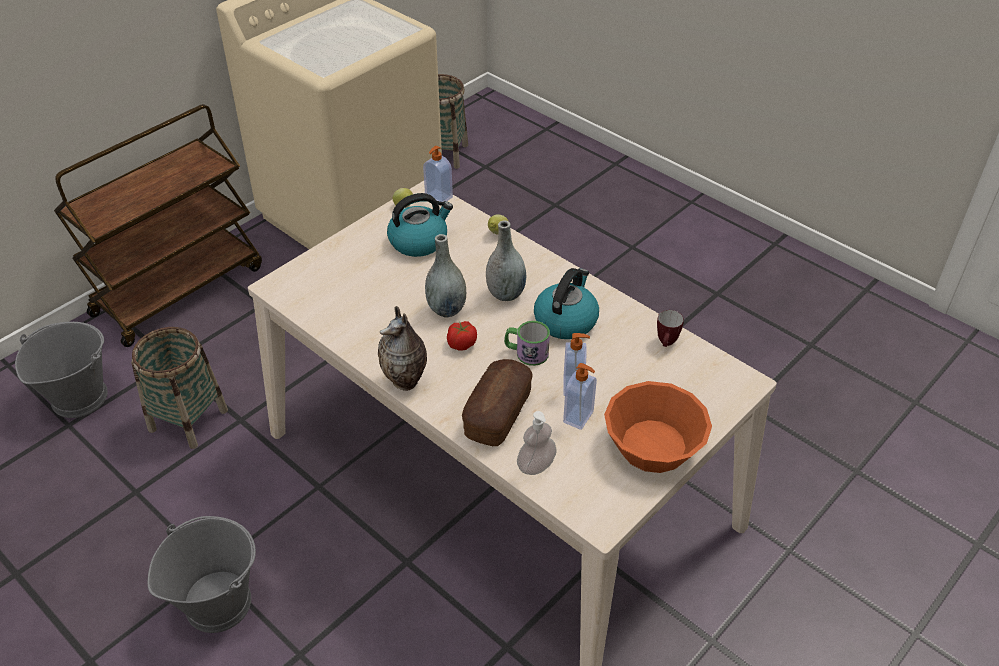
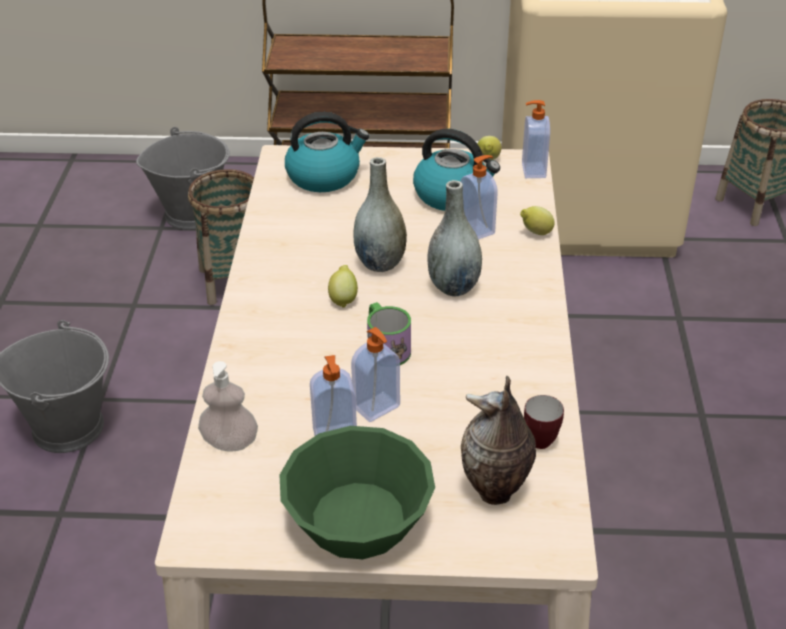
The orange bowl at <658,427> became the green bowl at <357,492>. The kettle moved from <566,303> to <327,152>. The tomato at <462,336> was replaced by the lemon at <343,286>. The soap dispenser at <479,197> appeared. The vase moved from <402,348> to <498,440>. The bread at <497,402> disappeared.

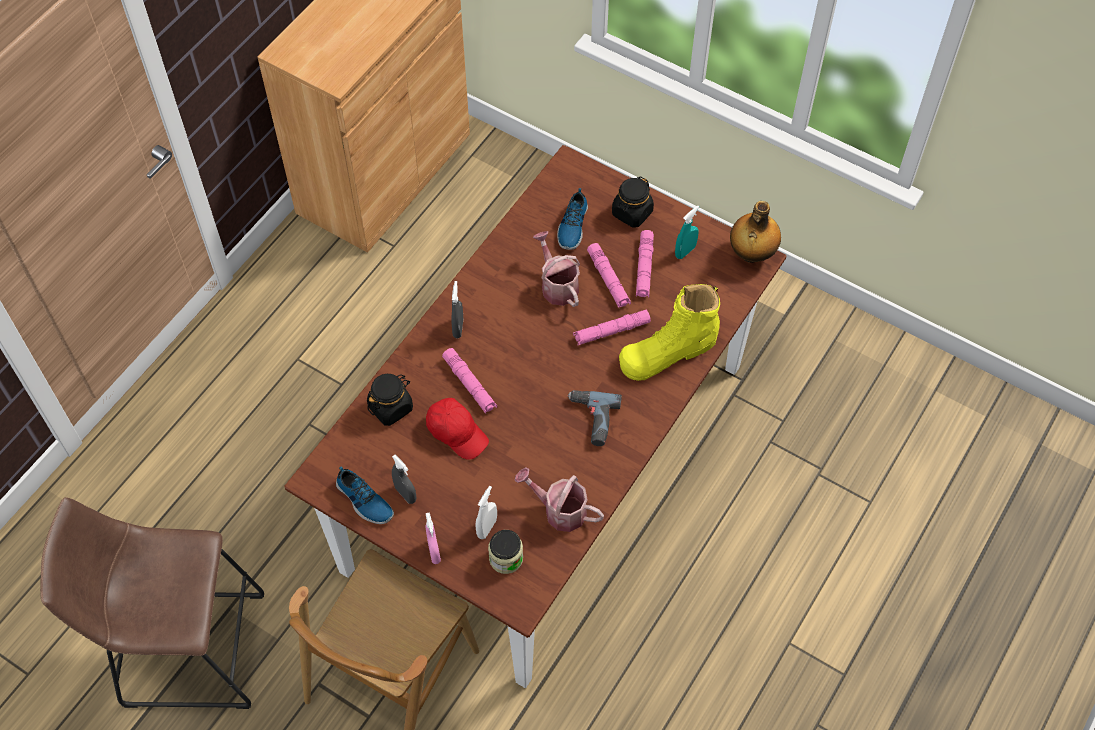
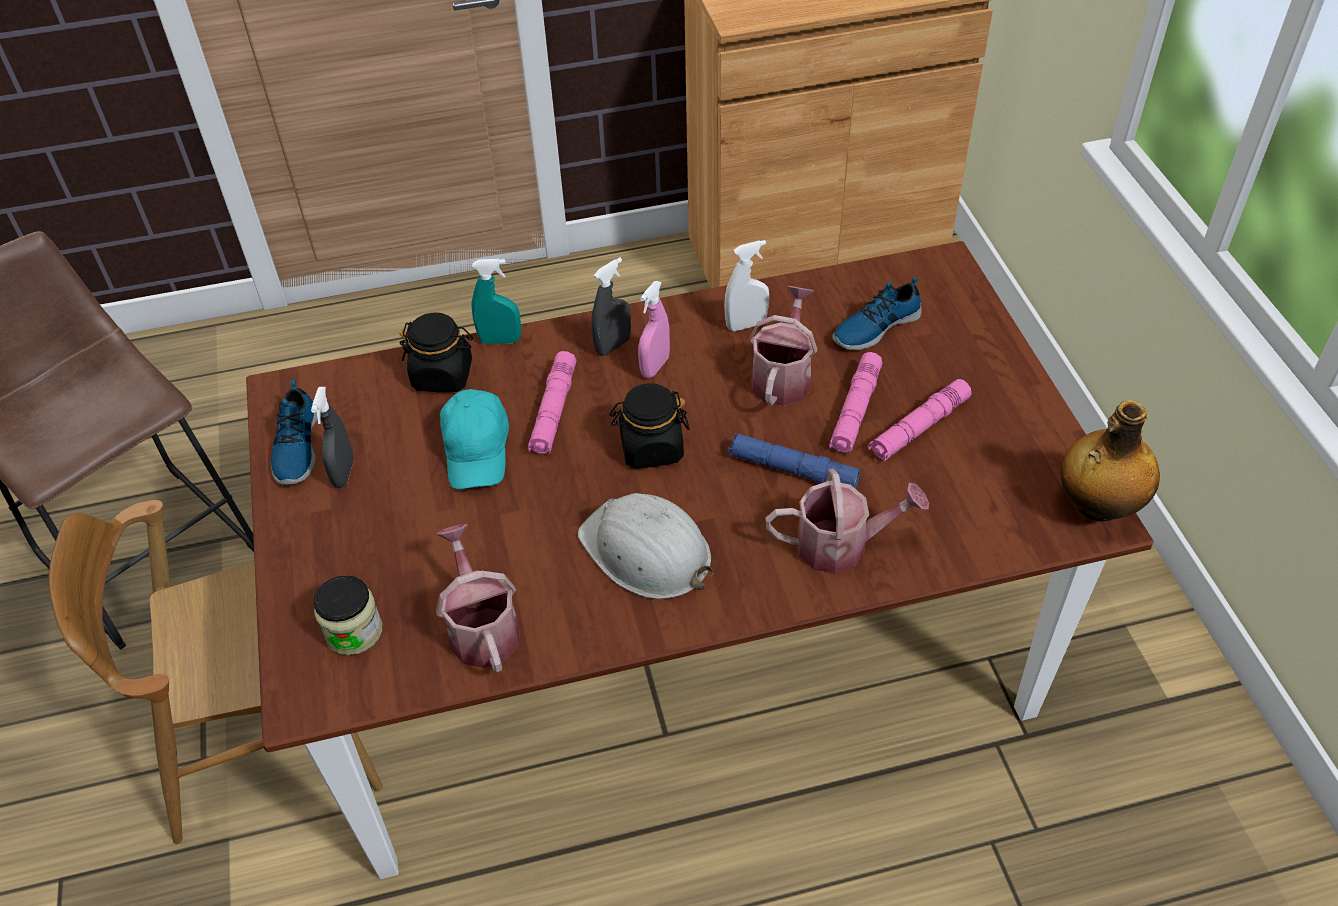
The red cap at <457,429> became the turquoise cap at <474,439>. The turquoise spray bottle moved from <687,232> to <496,301>. The power drill at <595,418> was replaced by the white hard hat at <646,546>. The black jar moved from <633,202> to <649,426>. The pink spray bottle moved from <433,538> to <654,329>. The white spray bottle moved from <486,512> to <746,285>. The pink flashlight at <612,327> became the blue flashlight at <794,461>. The yellow boot at <669,332> was replaced by the watering can at <847,521>.

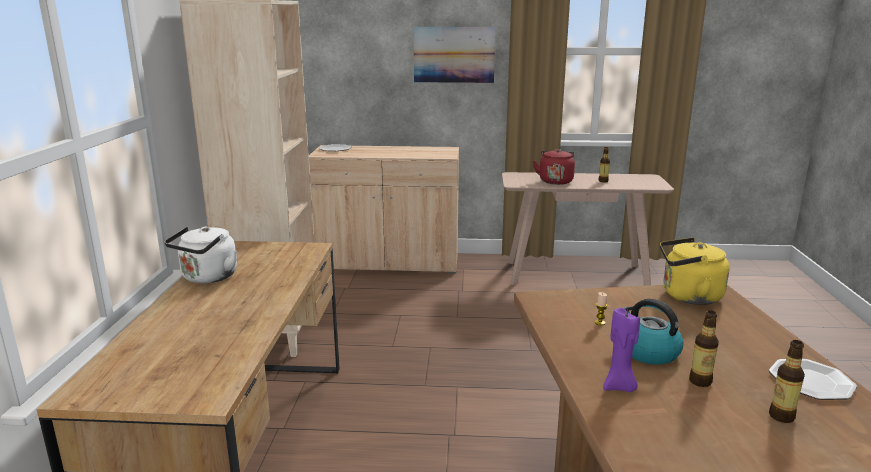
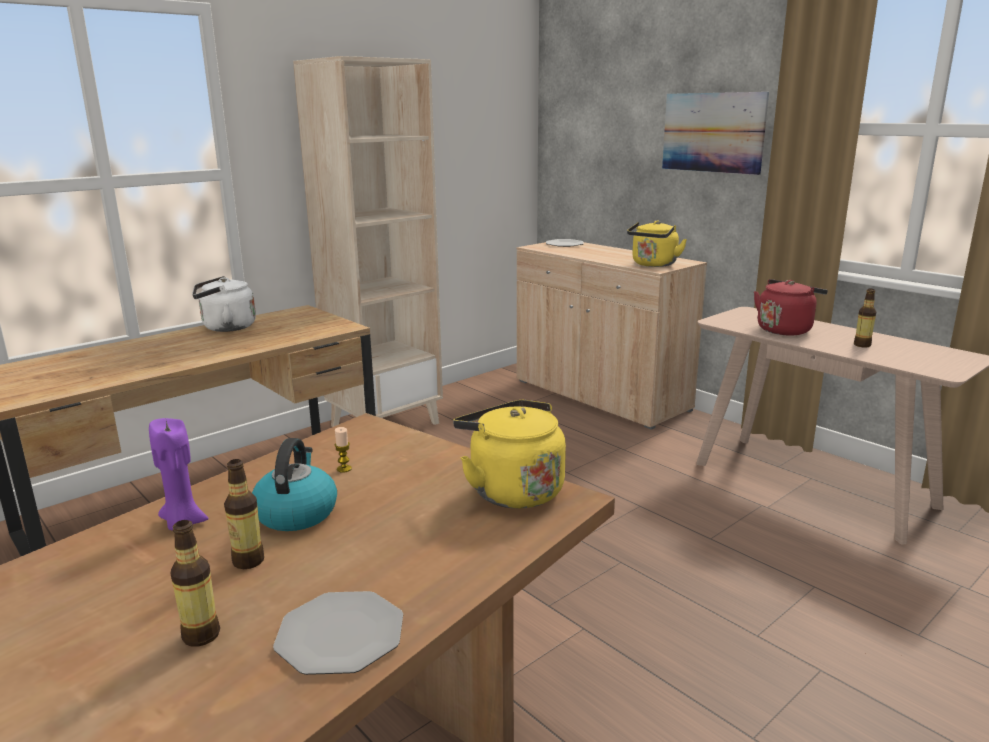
The yellow kettle at <657,243> appeared.

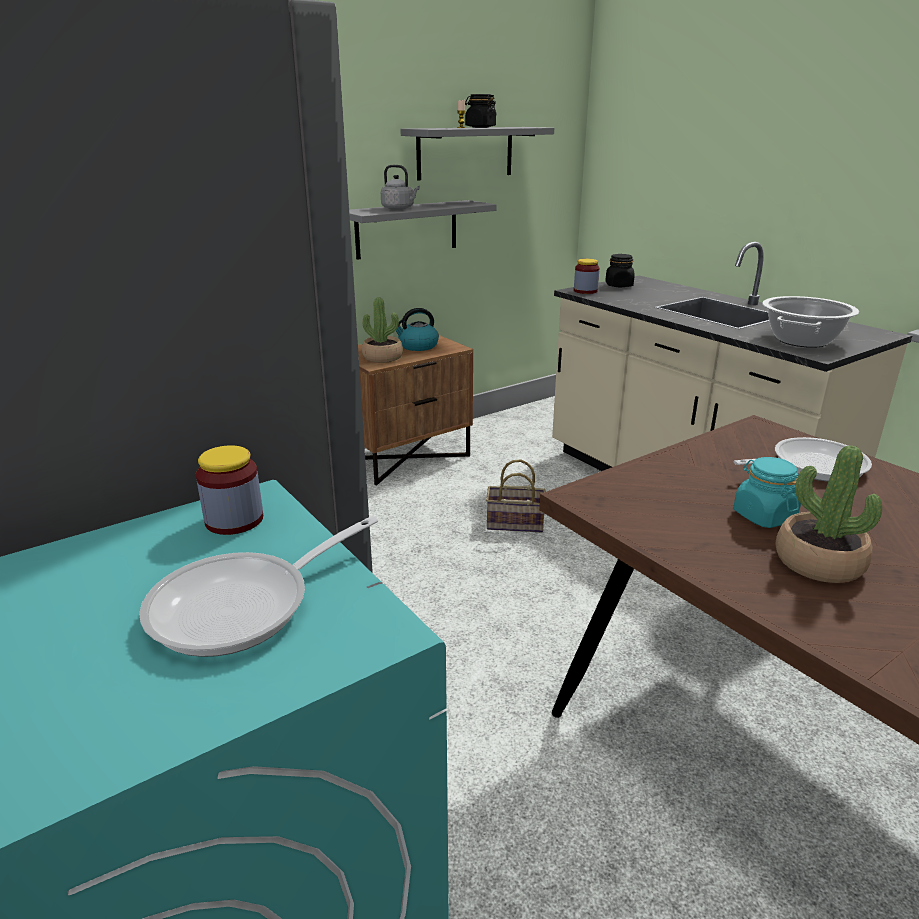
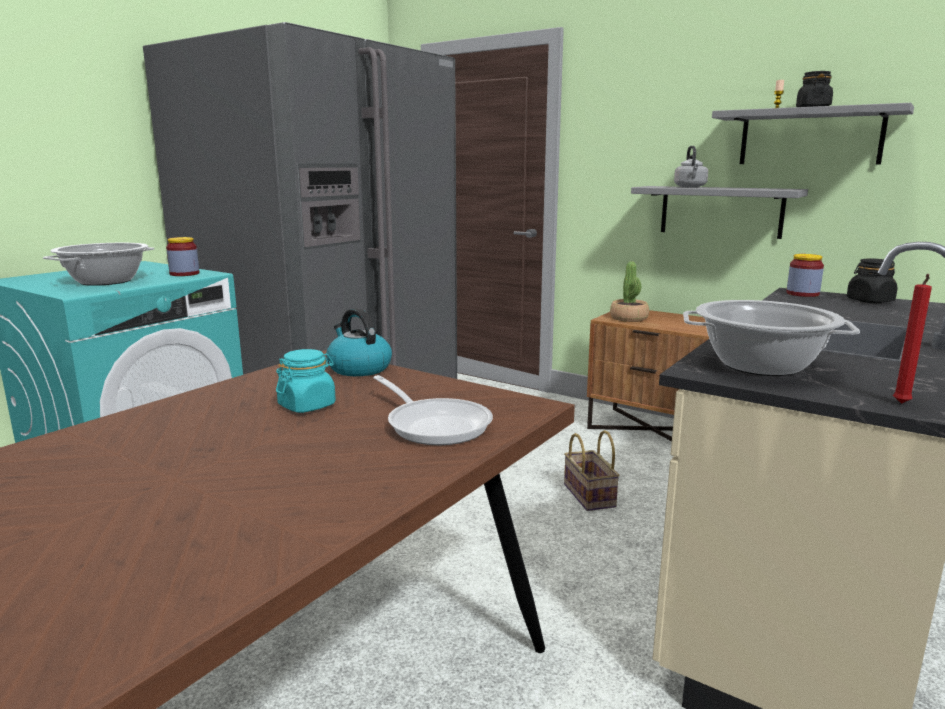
The frying pan at <258,586> was replaced by the cooking pot at <98,264>. The kettle moved from <417,329> to <359,342>. The red candle at <912,339> appeared. The potted plant at <829,514> disappeared.

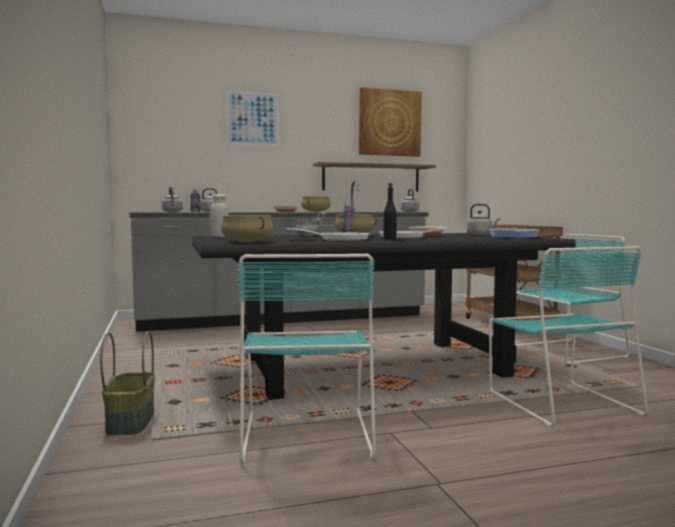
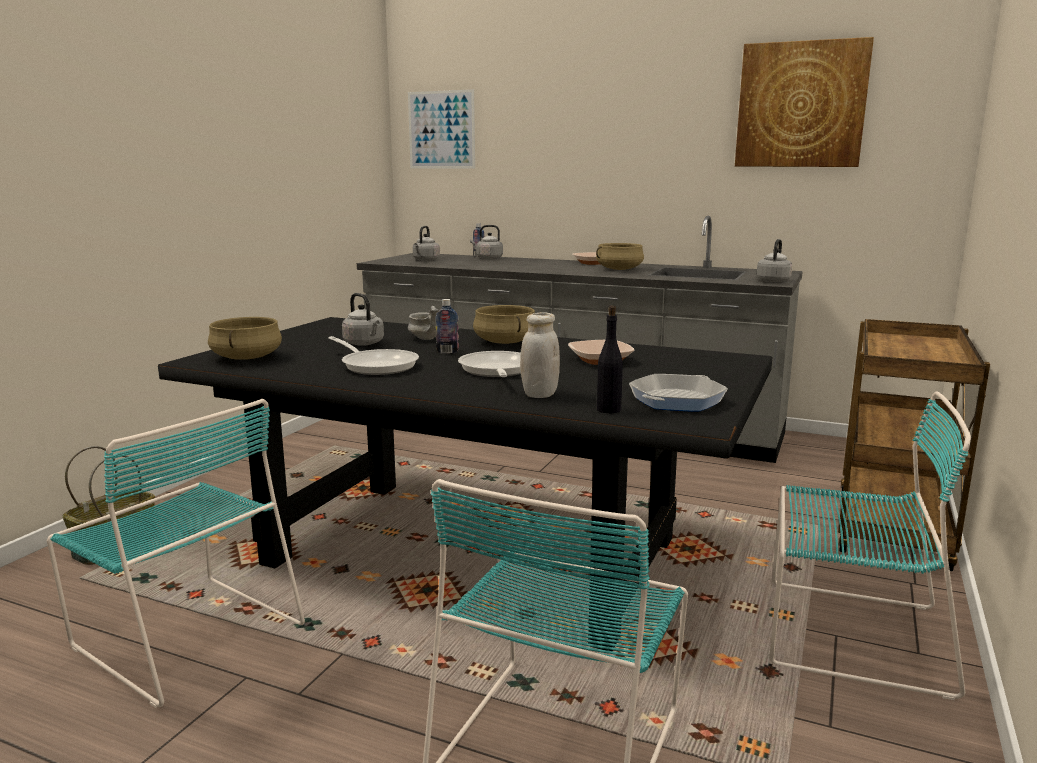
The turquoise chair at <307,359> turned 90 degrees counterclockwise. The grey kettle moved from <483,219> to <363,319>. The picture moved from <252,118> to <441,129>. The white jar moved from <219,215> to <540,355>. The black bottle moved from <390,211> to <610,359>. The shelf at <374,176> disappeared.

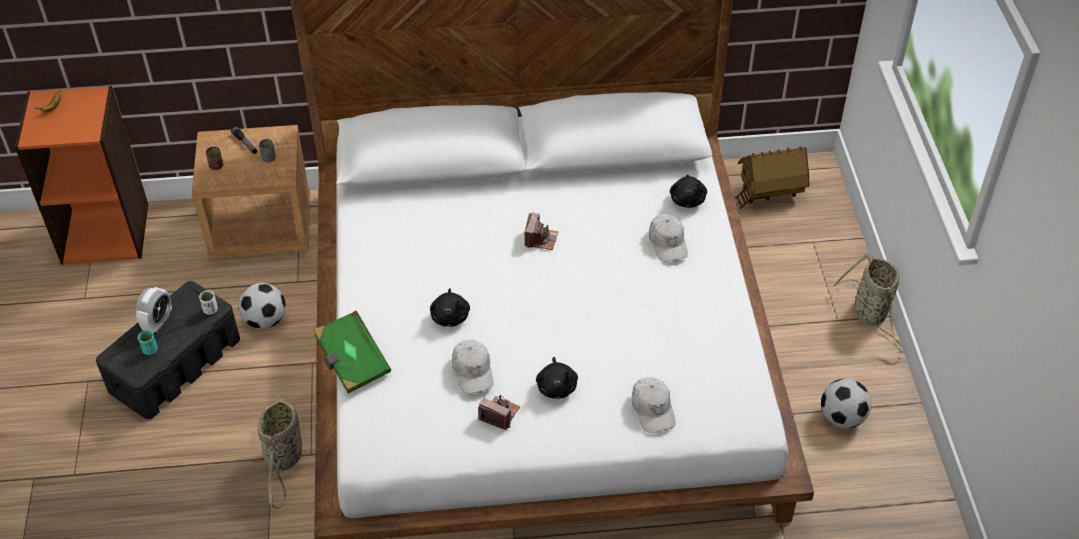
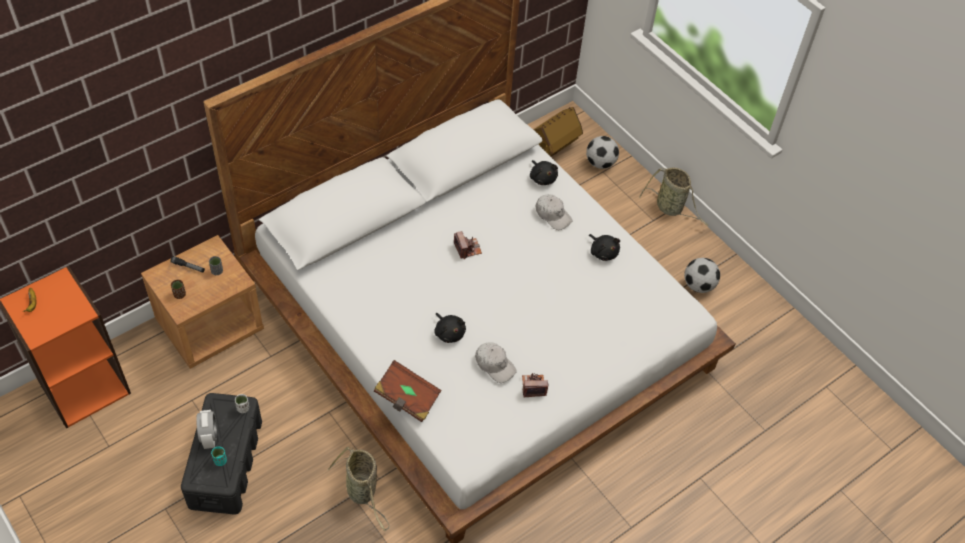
The green book at <352,352> became the brown book at <408,391>. The football moved from <262,306> to <602,152>. The black plush toy moved from <557,378> to <604,247>. The white cap at <654,405> disappeared.

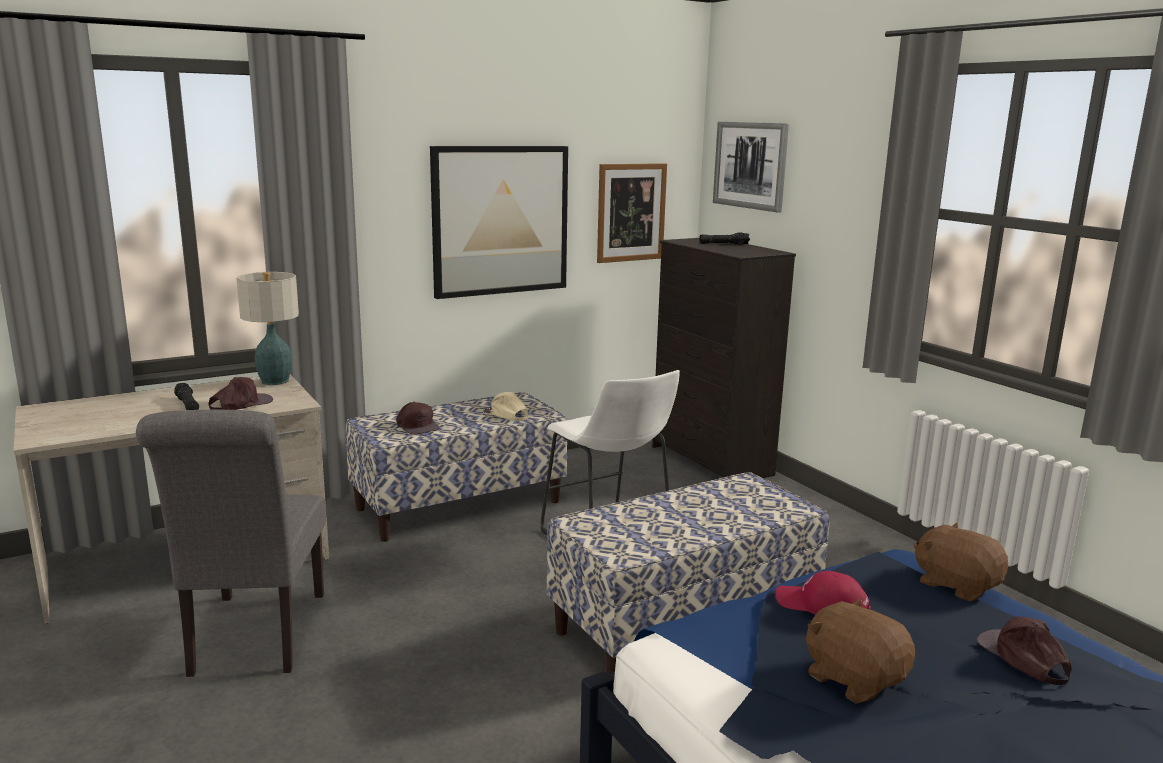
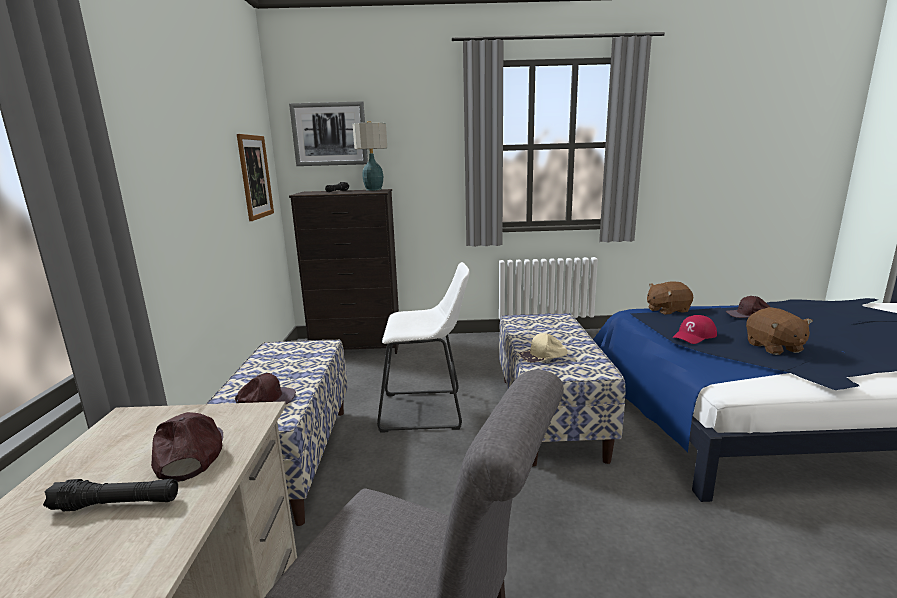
The table lamp moved from <268,328> to <369,156>. The beige cap moved from <505,406> to <543,347>. The brown plush toy at <860,651> turned 90 degrees counterclockwise. The picture at <499,222> disappeared.

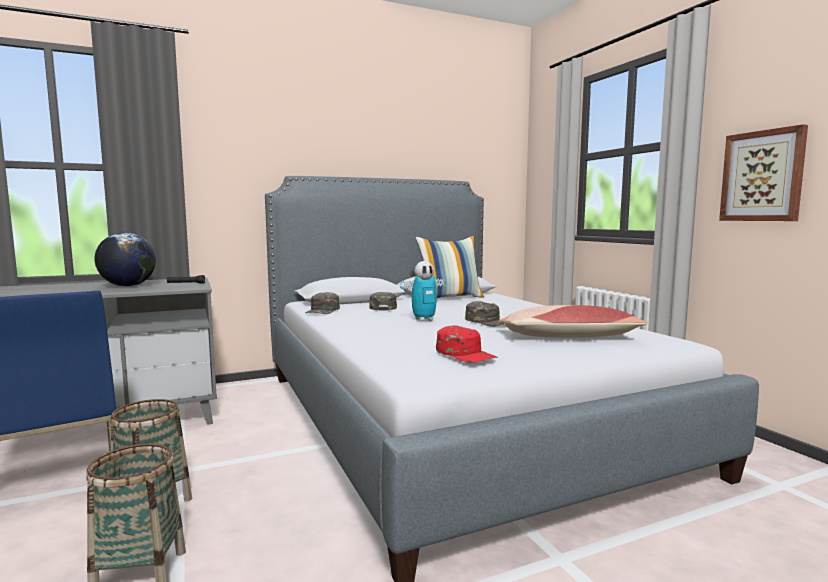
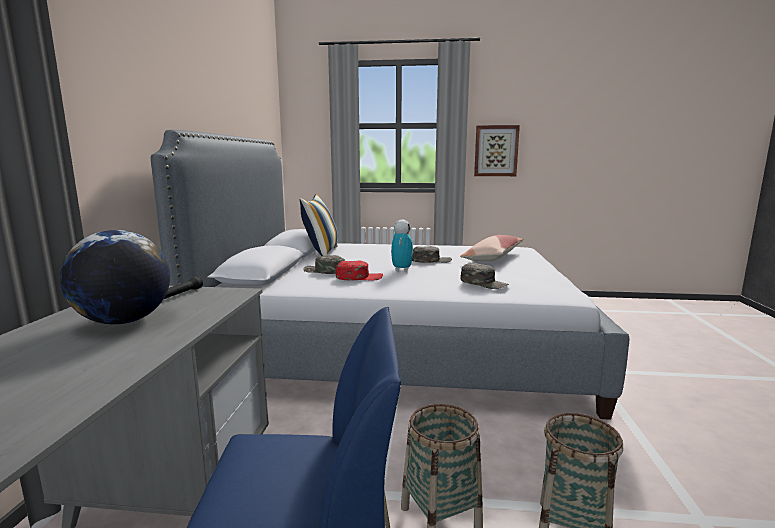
The red cap moved from <467,344> to <359,270>. The green cap moved from <322,303> to <485,276>.

